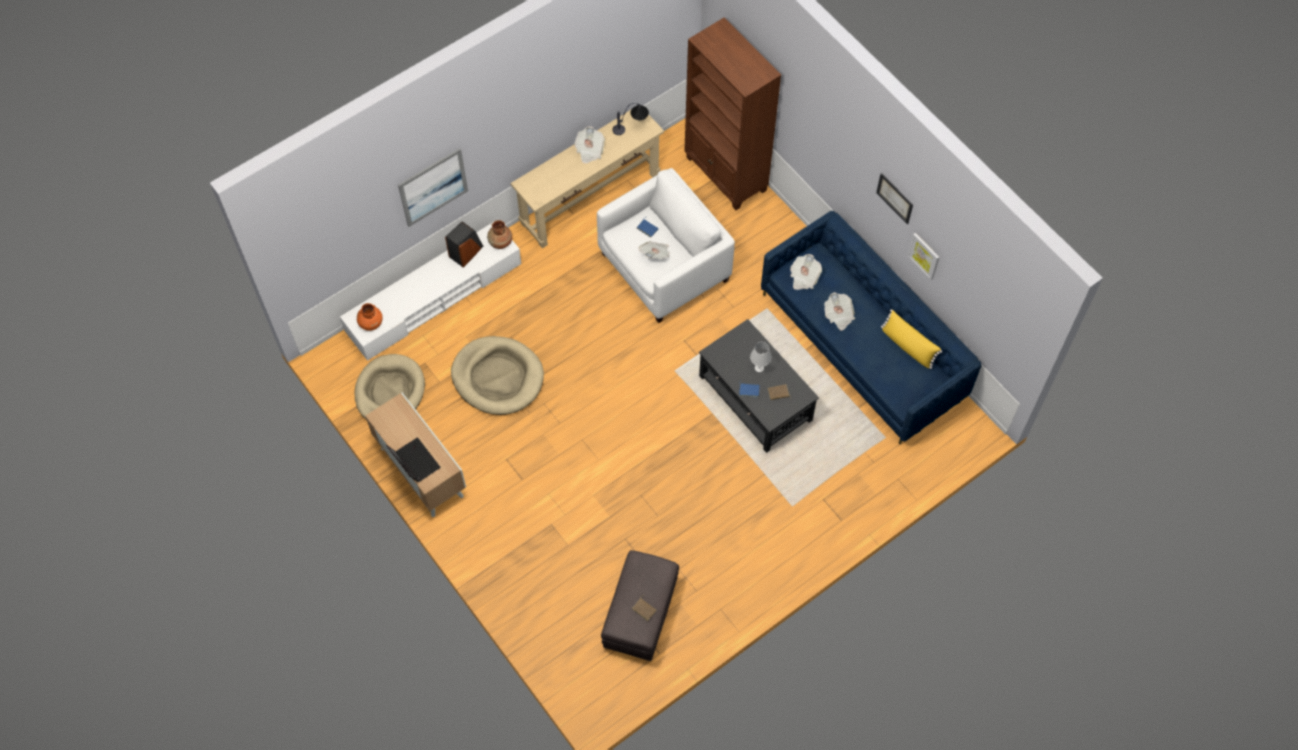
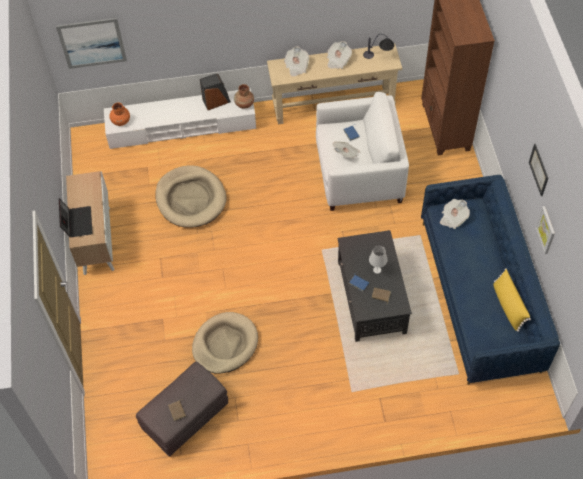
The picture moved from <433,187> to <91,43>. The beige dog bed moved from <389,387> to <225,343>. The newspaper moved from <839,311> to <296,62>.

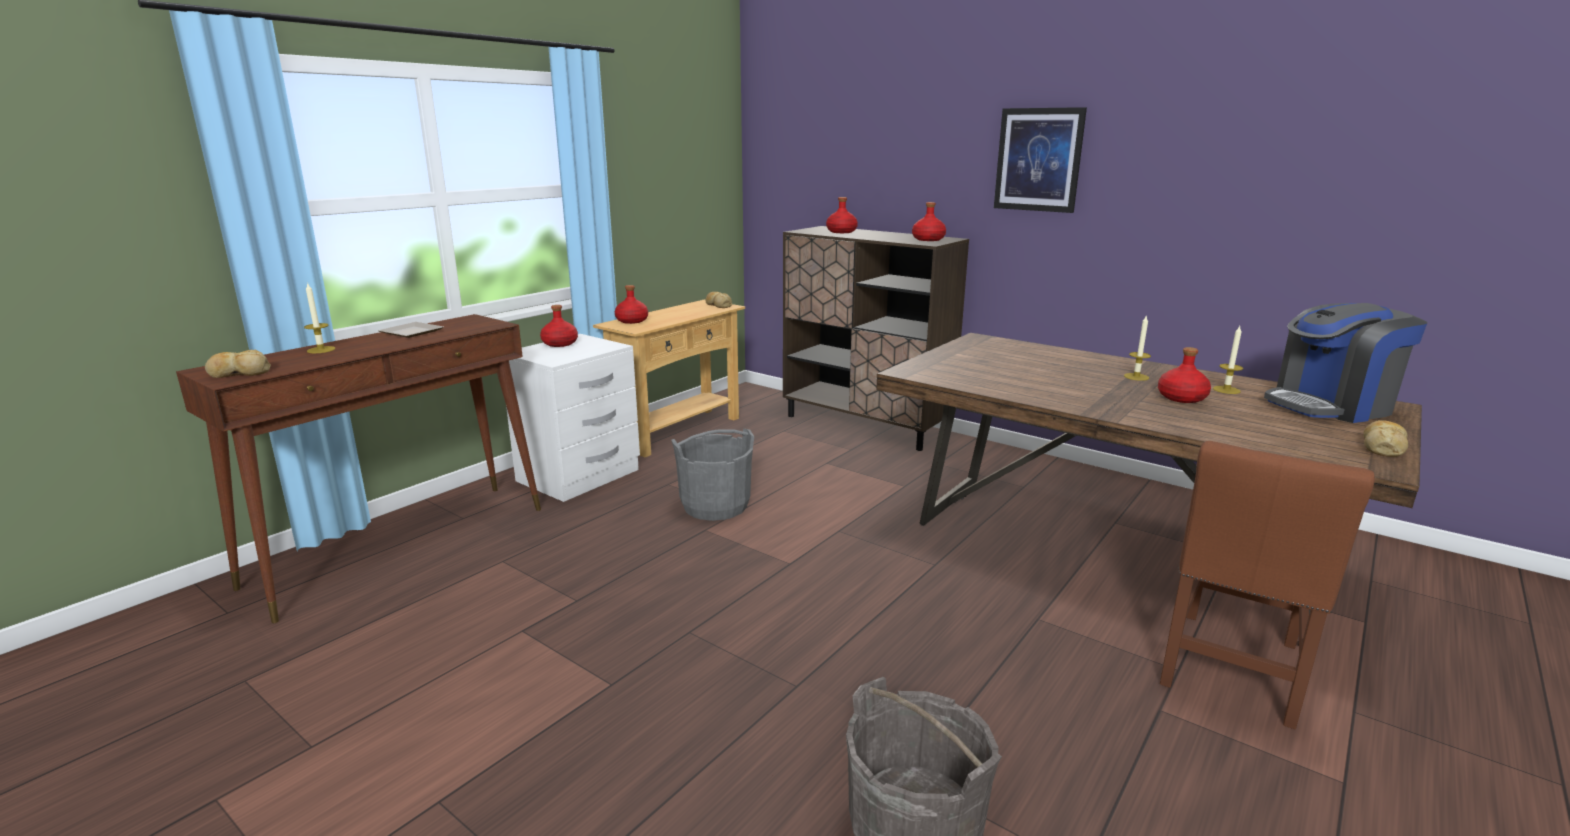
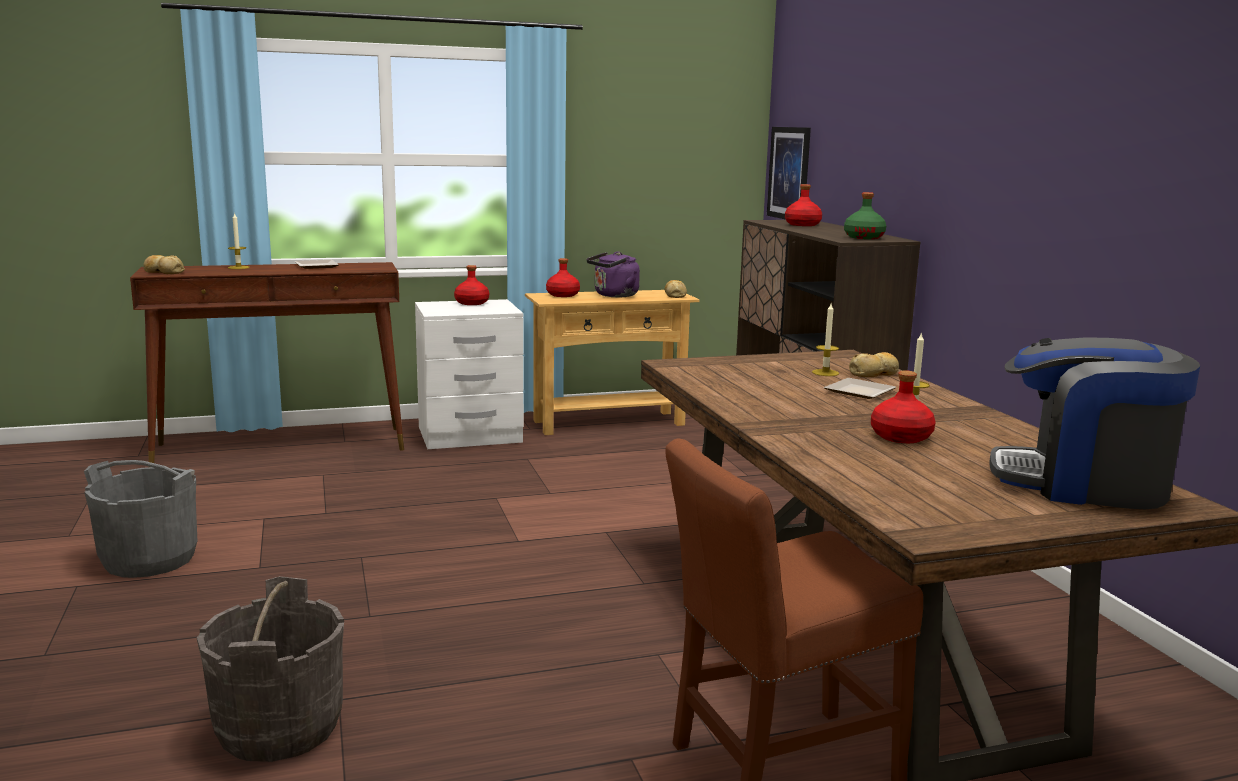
The grey bucket moved from <712,474> to <140,519>. The purple kettle at <613,274> appeared. The picture moved from <1040,160> to <789,173>. The candle moved from <1228,360> to <825,340>. The plate at <860,388> appeared. The red bottle at <929,221> became the green bottle at <865,215>. The bread moved from <1385,438> to <874,364>.

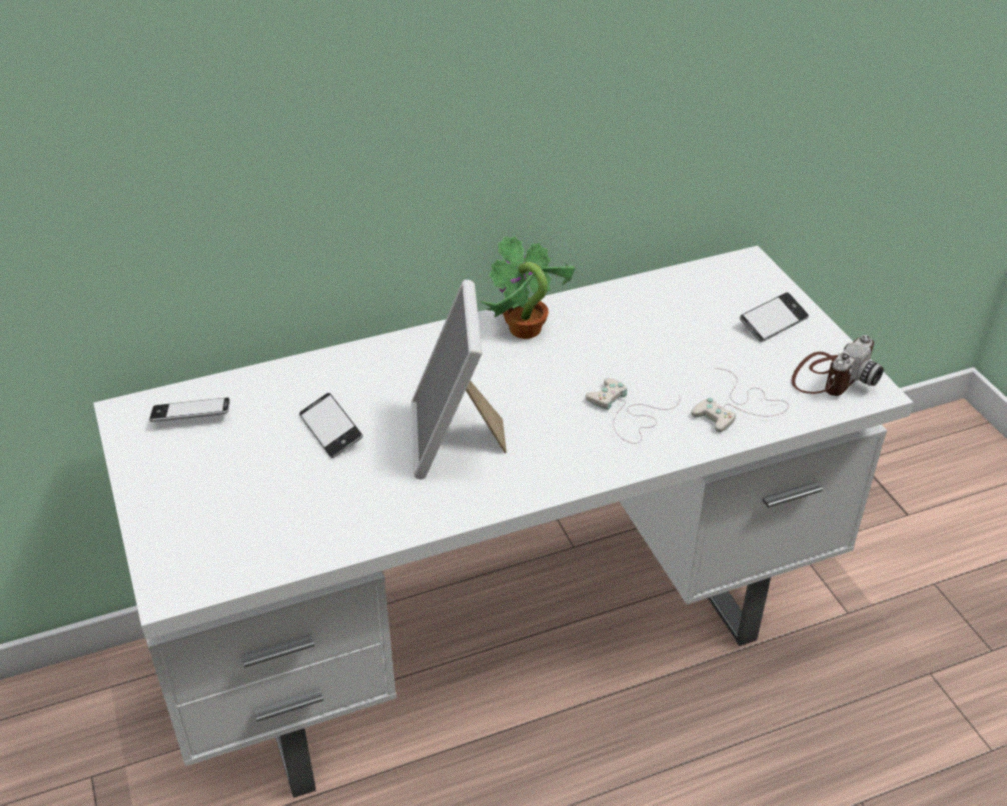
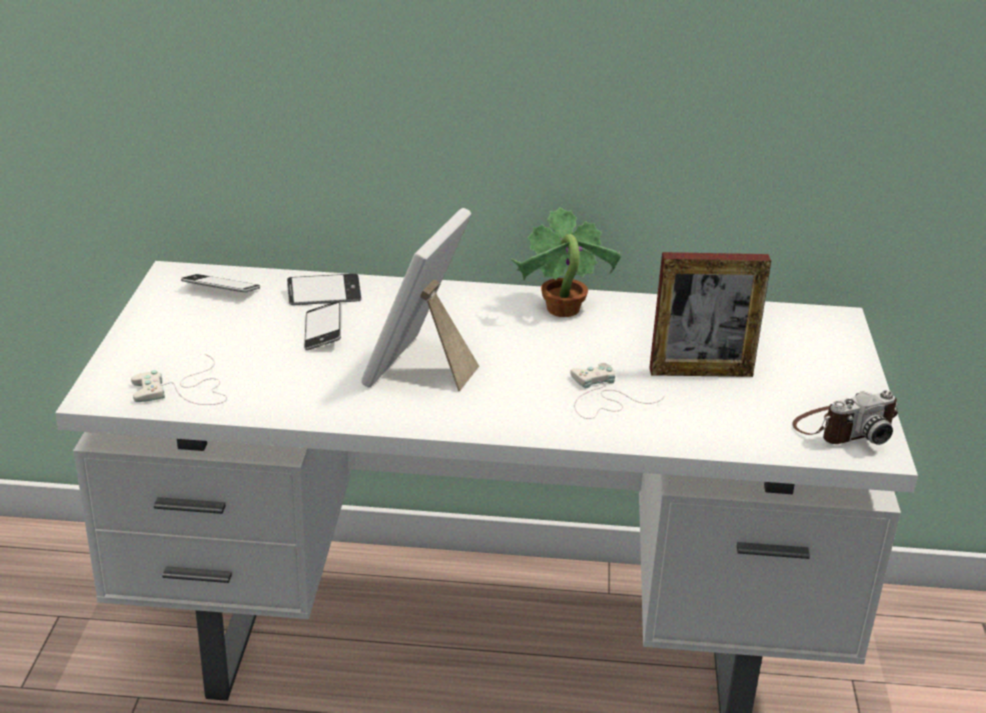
The white game controller moved from <740,400> to <179,379>. The phone moved from <774,317> to <324,289>. The picture frame at <710,314> appeared.

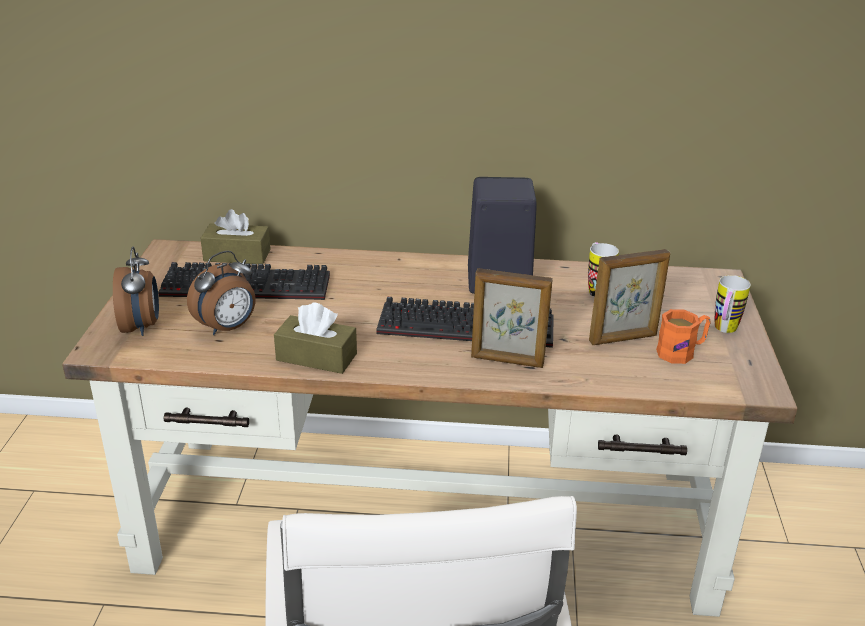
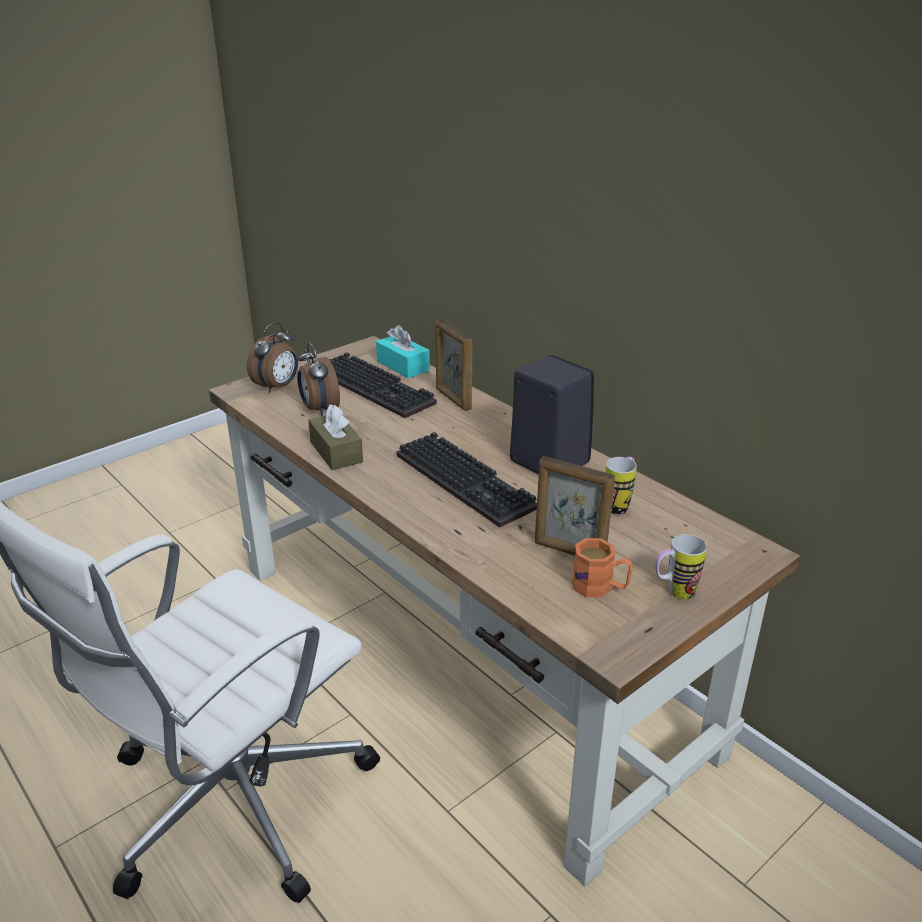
The alarm clock at <221,293> turned 60 degrees clockwise. The brown tissue box at <235,236> became the turquoise tissue box at <403,351>. The picture frame moved from <512,318> to <454,365>.

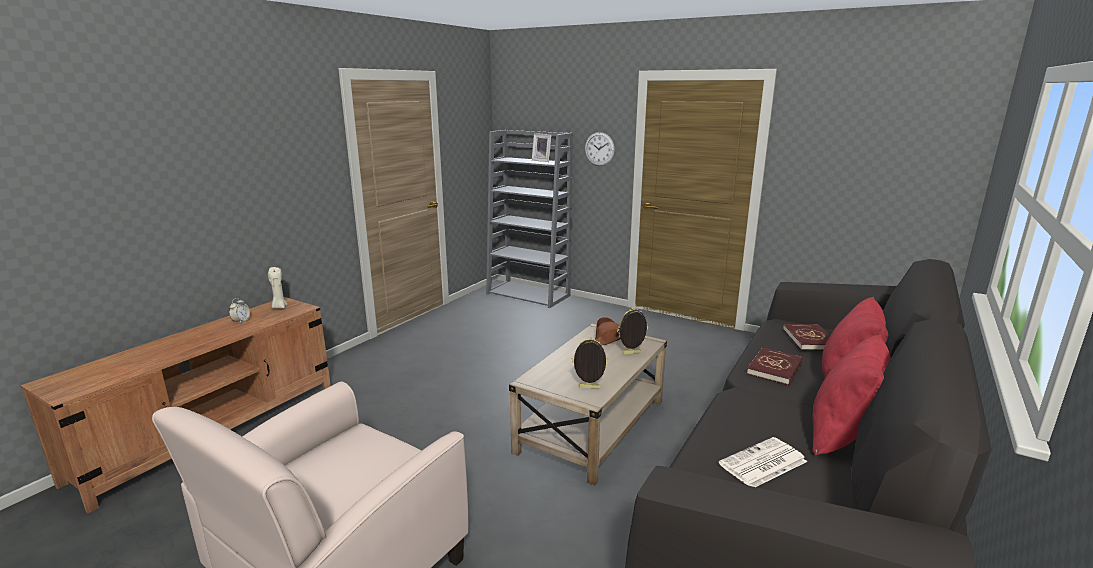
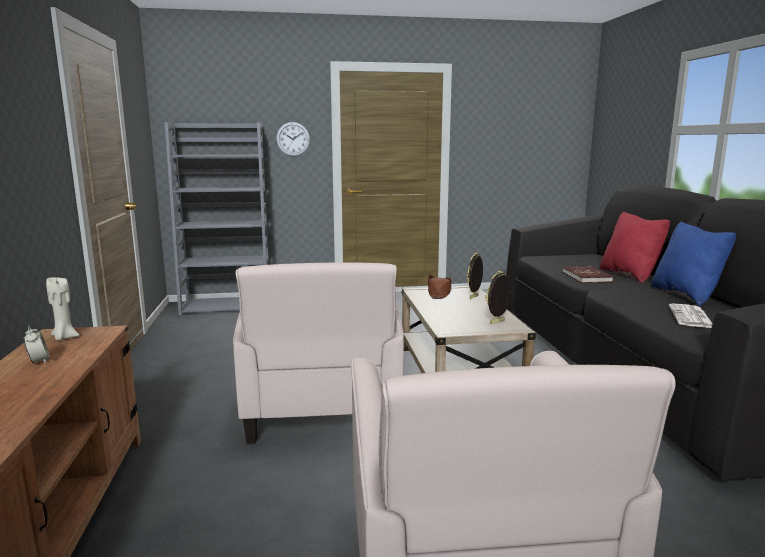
The beige armchair at <318,353> appeared. The red pillow at <851,395> became the blue pillow at <693,263>. The picture frame at <542,147> disappeared. The red book at <806,337> disappeared.

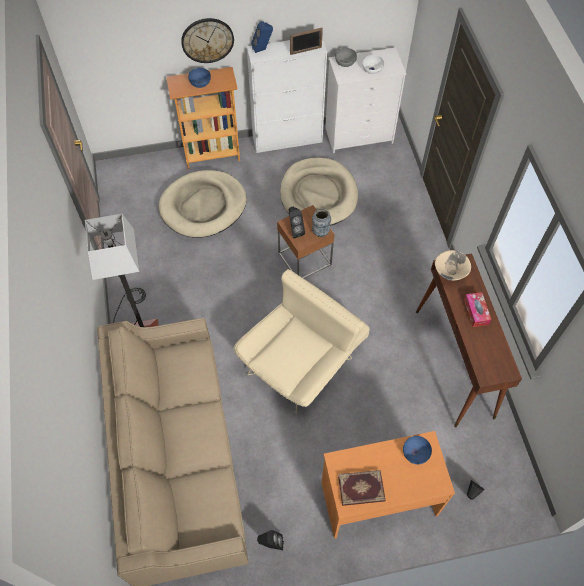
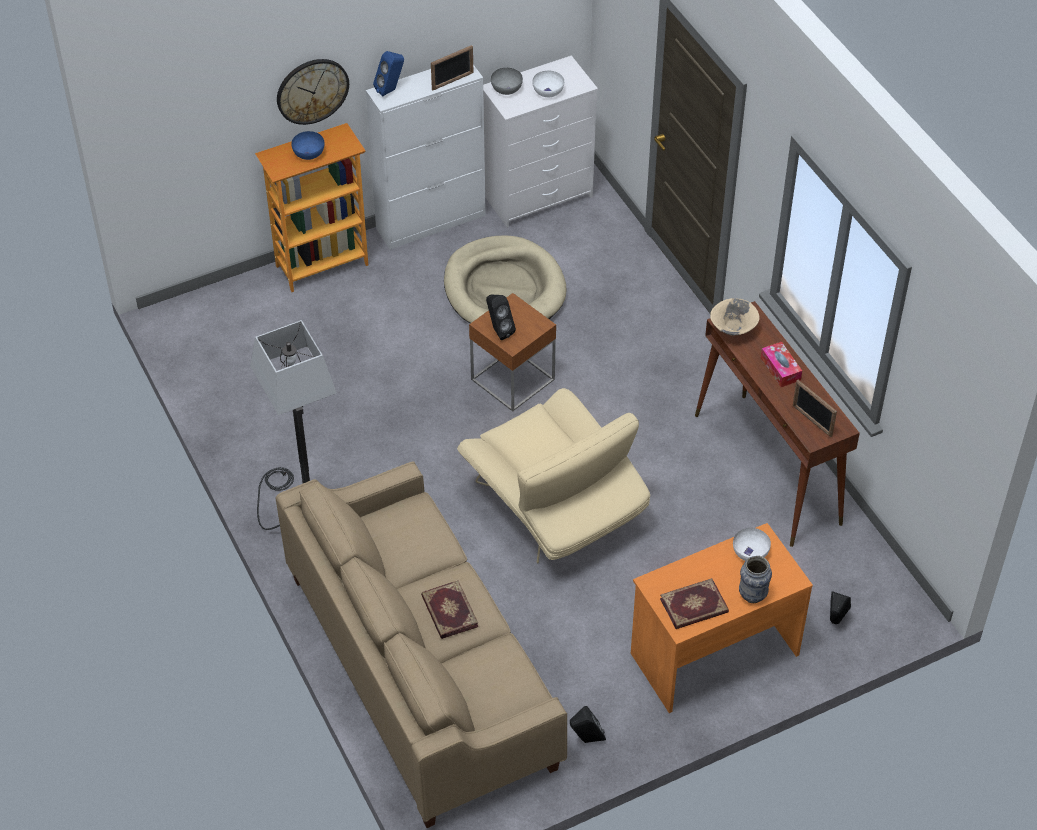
The book at <449,609> appeared. The beige armchair at <301,341> turned 120 degrees clockwise. The blue bowl at <417,450> became the white bowl at <752,544>. The vase moved from <321,222> to <755,579>. The picture frame at <815,408> appeared. The beige dog bed at <203,204> disappeared.

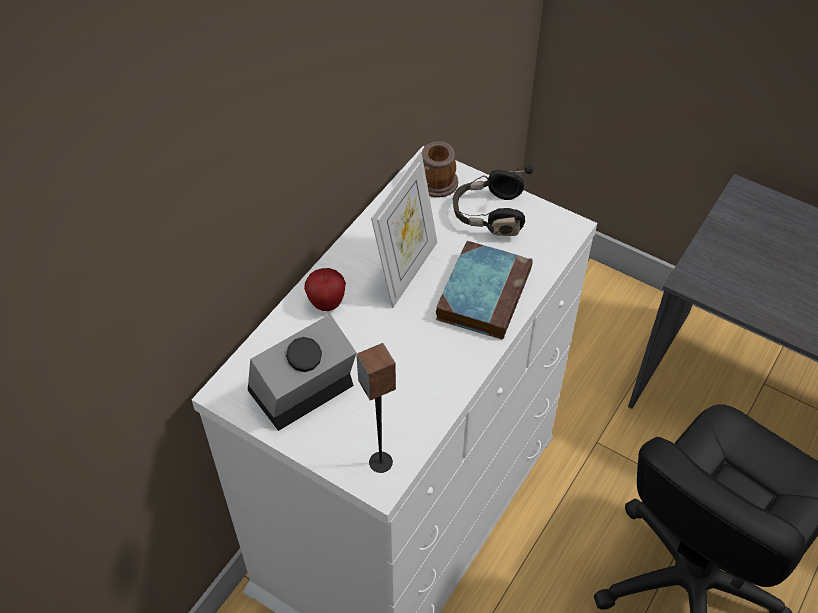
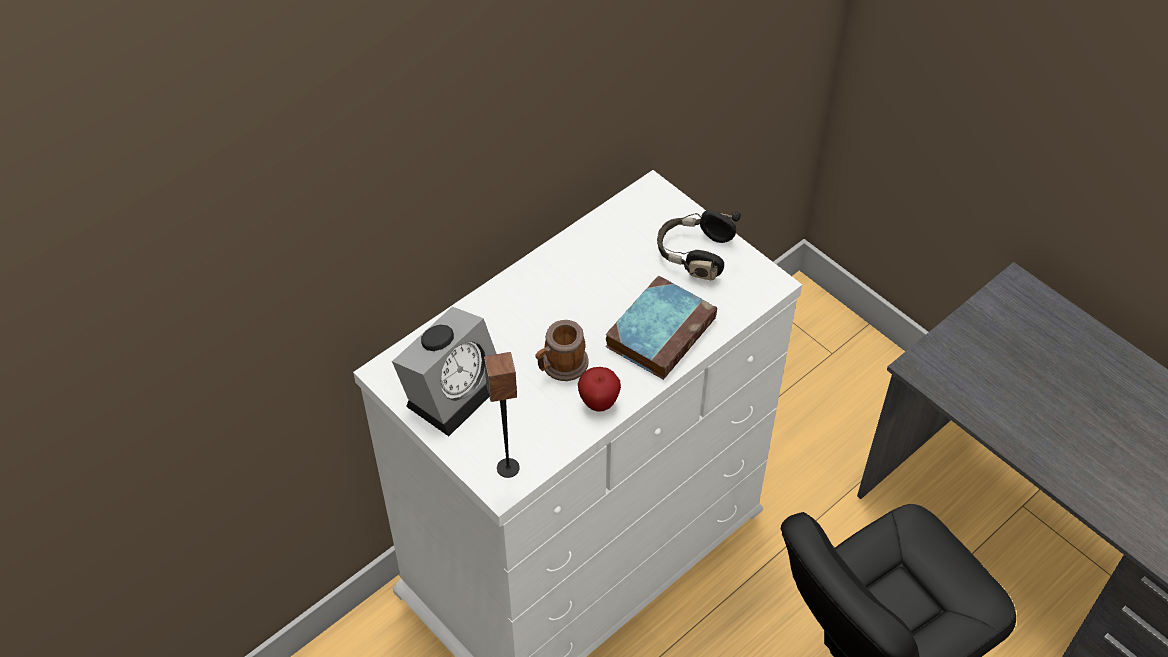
The alarm clock at <302,372> turned 150 degrees clockwise. The mug moved from <440,169> to <562,350>. The apple moved from <325,289> to <599,389>. The picture frame at <404,229> disappeared.

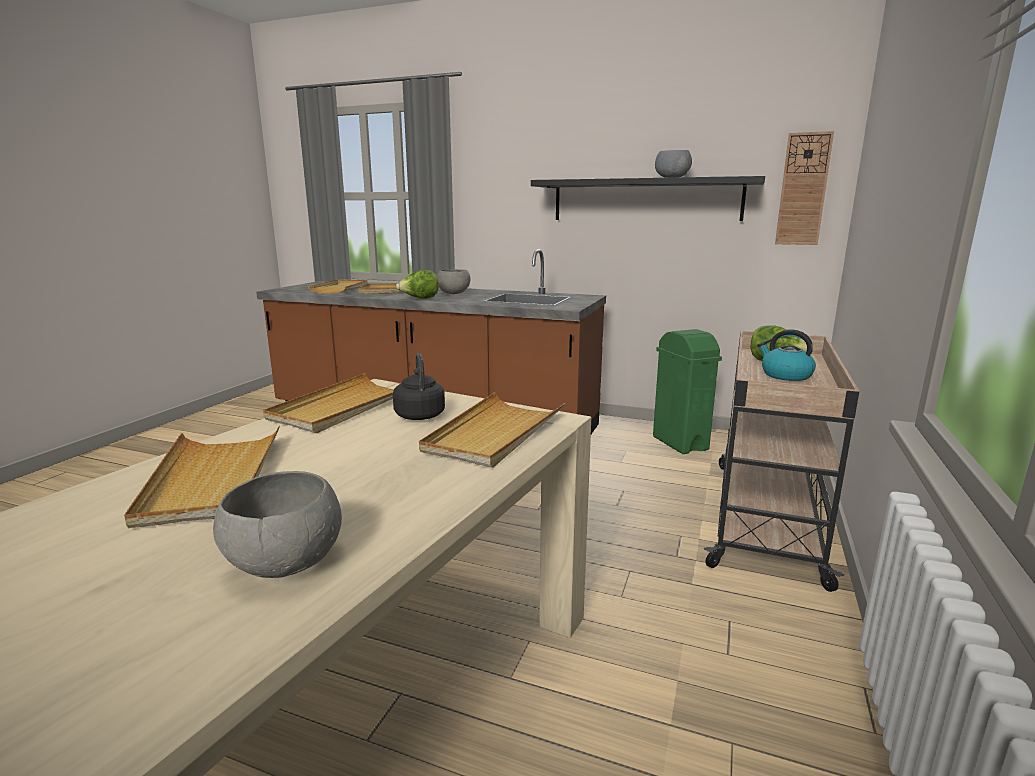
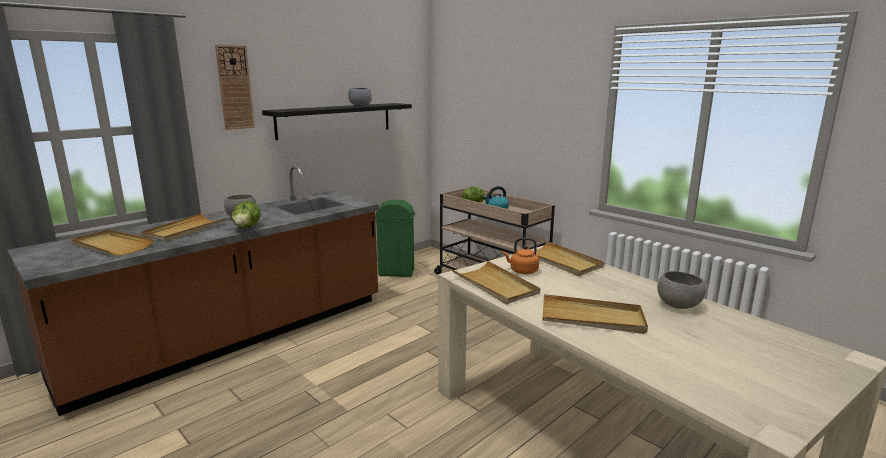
The wall clock moved from <804,188> to <235,87>. The black kettle at <419,386> became the orange kettle at <521,256>.

